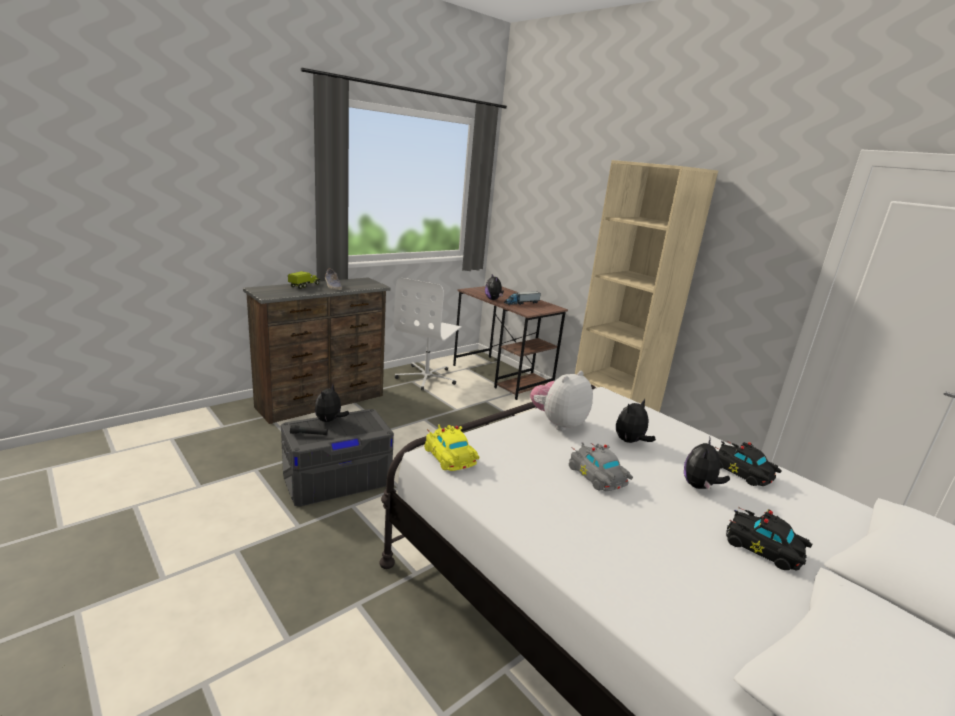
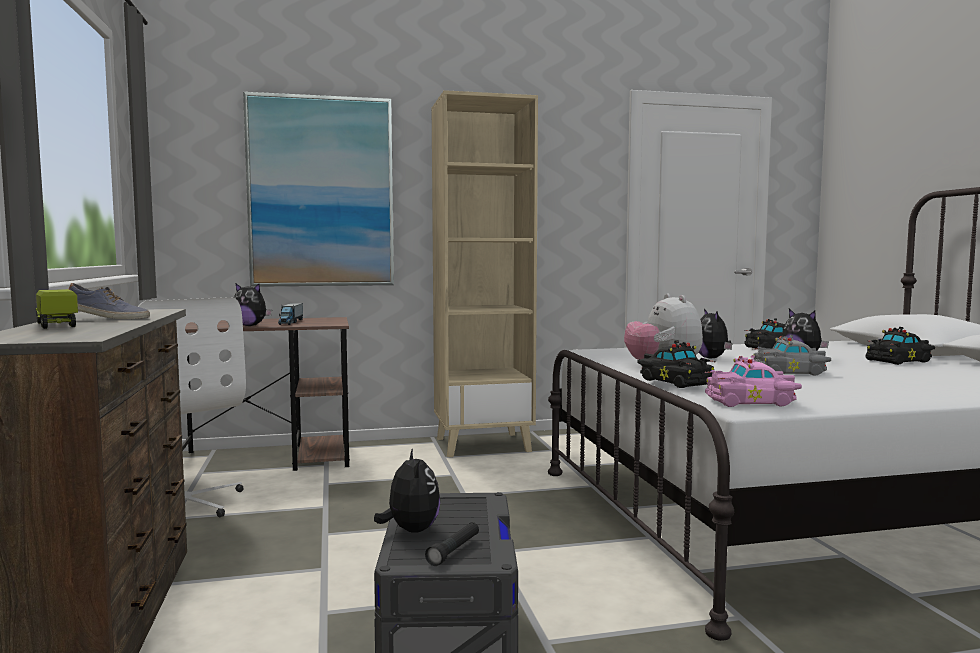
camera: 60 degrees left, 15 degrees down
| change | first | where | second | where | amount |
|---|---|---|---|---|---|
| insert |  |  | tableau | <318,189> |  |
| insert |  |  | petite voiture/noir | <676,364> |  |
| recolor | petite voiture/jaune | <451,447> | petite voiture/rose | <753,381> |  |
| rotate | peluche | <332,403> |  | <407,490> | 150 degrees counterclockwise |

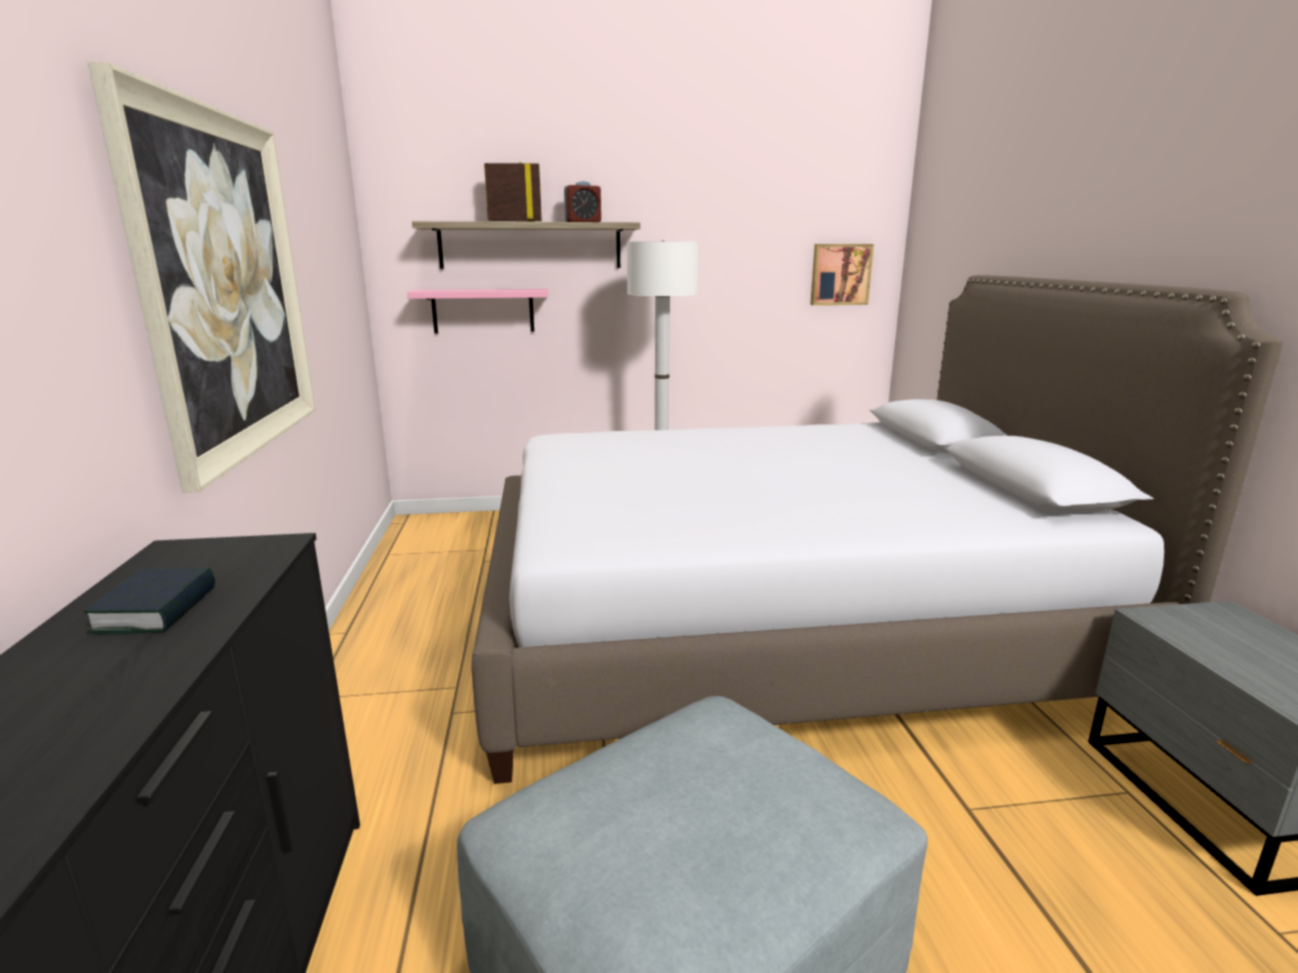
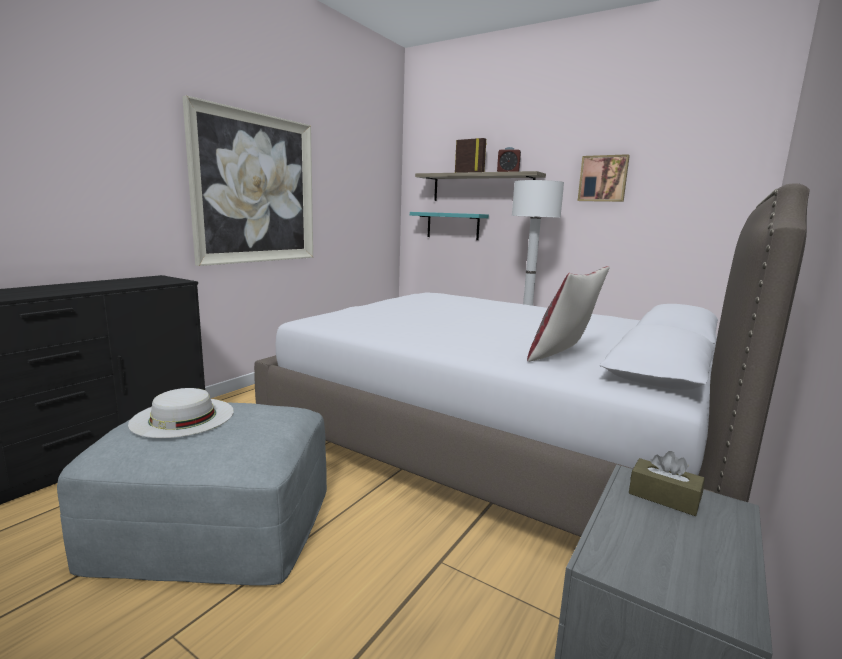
camera: 40 degrees right, 5 degrees down
| change | first | where | second | where | amount |
|---|---|---|---|---|---|
| delete | livre | <149,601> |  |  |  |
| insert |  |  | chapeau/blanc | <181,413> |  |
| insert |  |  | coussin | <568,314> |  |
| insert |  |  | boîte à mouchoirs/marron | <667,483> |  |
| move | tableau | <842,274> |  | <604,178> |  |
| recolor | étagère/rose | <477,311> | étagère/turquoise | <449,226> |  |

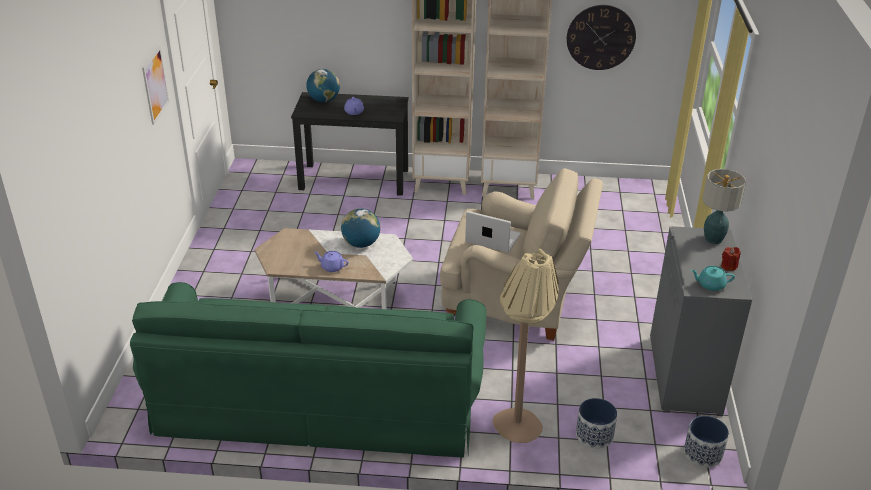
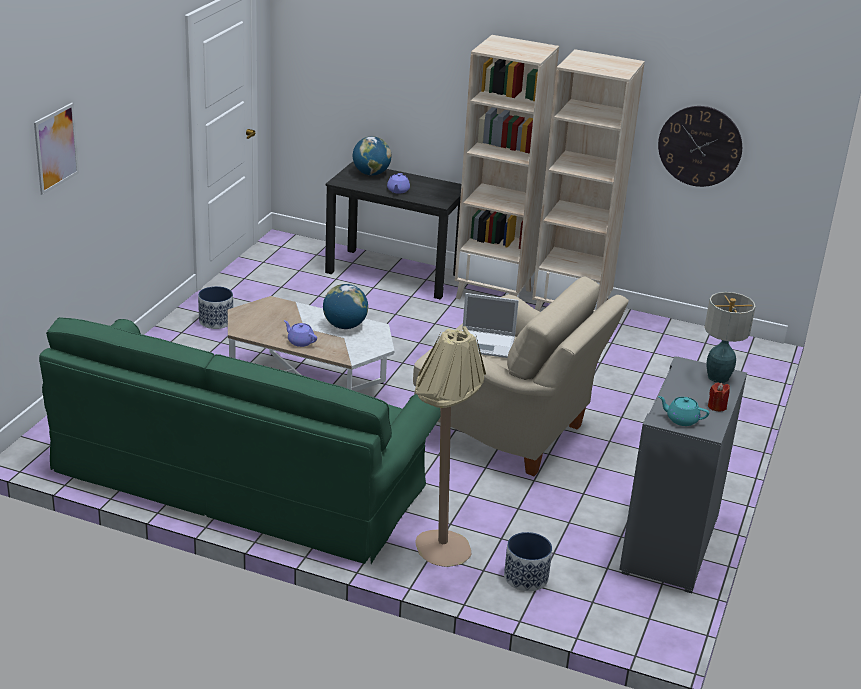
camera: 15 degrees right, 5 degrees down
| change | first | where | second | where | amount |
|---|---|---|---|---|---|
| move | tableau | <156,85> |  | <56,149> |  |
| move | cache-pot | <706,441> |  | <215,307> |  |
| rotate | ordinateur portable | <493,232> |  | <490,325> | 150 degrees clockwise |

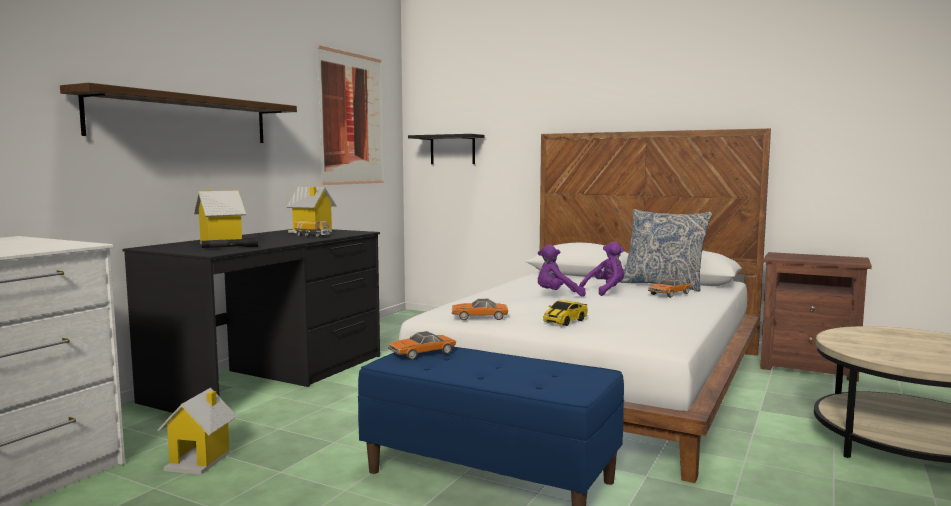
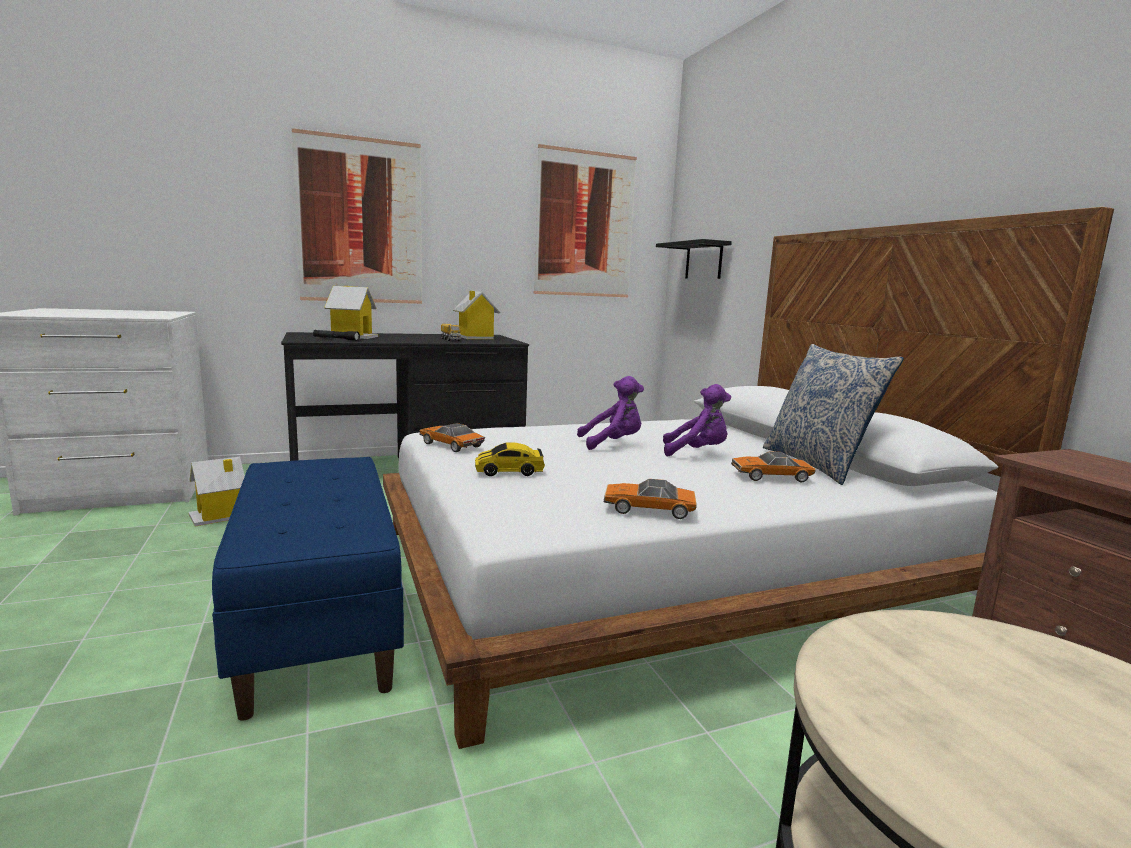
camera: 40 degrees right, 5 degrees up
| change | first | where | second | where | amount |
|---|---|---|---|---|---|
| move | petite voiture | <422,345> |  | <650,499> |  |
| replace | étagère | <178,113> | tableau | <357,216> |  |
| rotate | peluche/violet | <562,270> |  | <610,413> | 135 degrees clockwise |

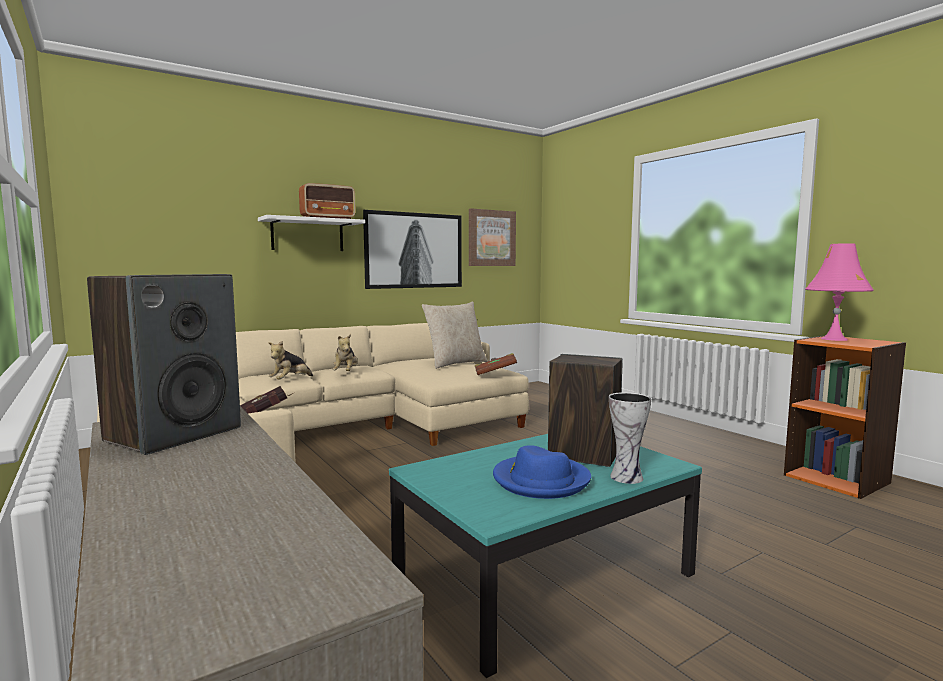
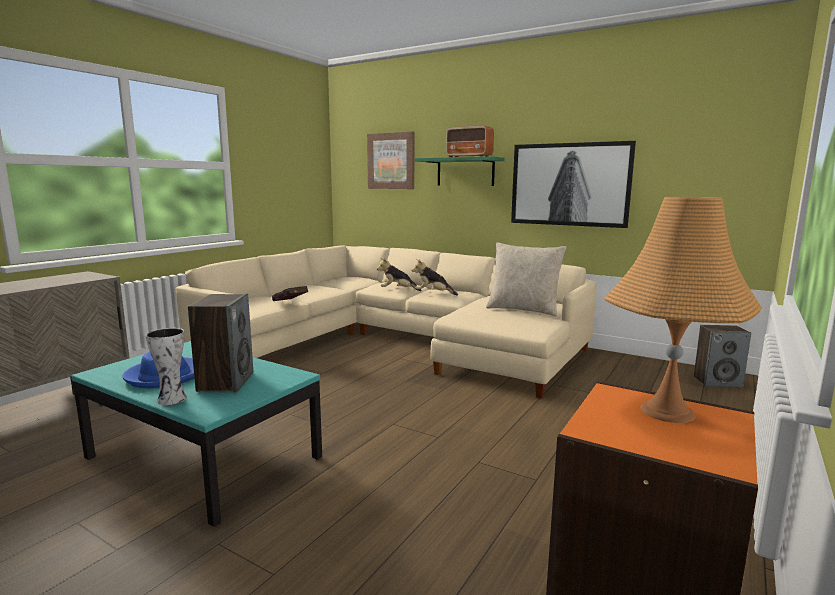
camera: 65 degrees right, 5 degrees up
| change | first | where | second | where | amount |
|---|---|---|---|---|---|
| delete | livre/marron | <496,364> |  |  |  |
| move | enceinte | <164,364> |  | <722,356> |  |
| move | tableau | <492,237> |  | <391,160> |  |
| recolor | étagère/blanc | <311,233> | étagère/vert | <460,171> |  |
| recolor | lampe de table/rose | <839,292> | lampe de table/orange | <683,310> |  |
| rotate | peluche | <345,352> |  | <435,277> | 45 degrees clockwise |

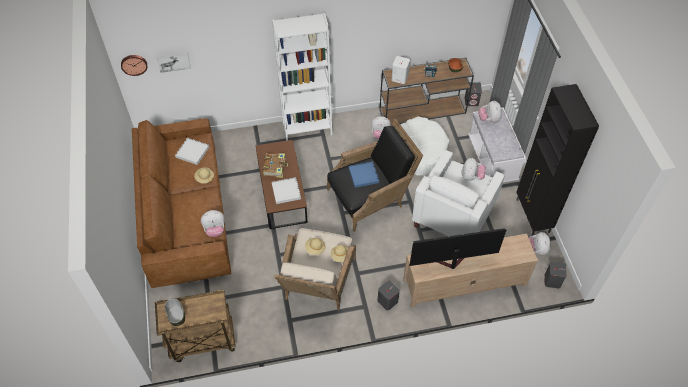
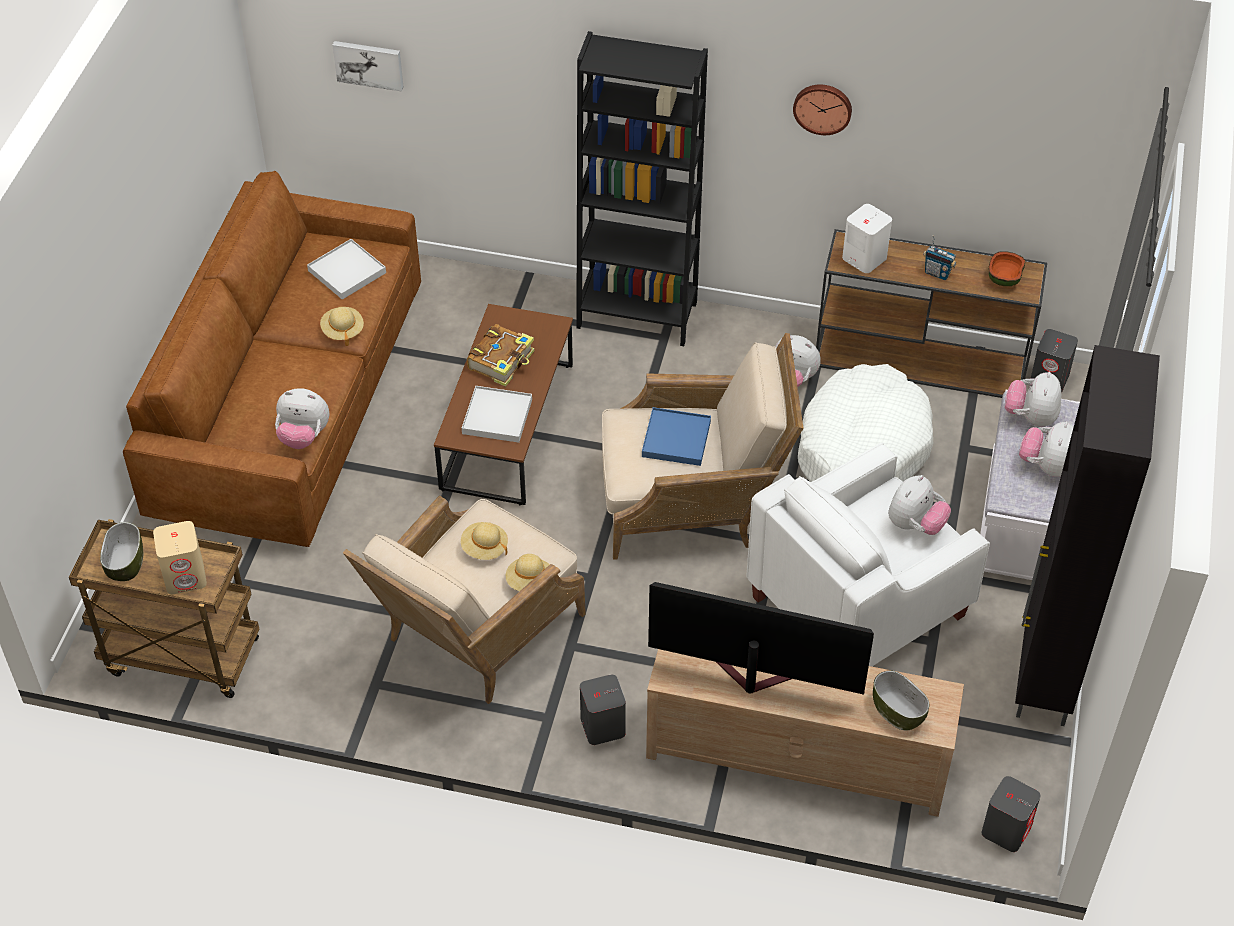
camera: 25 degrees right, 5 degrees down
| change | first | where | second | where | amount |
|---|---|---|---|---|---|
| insert |  |  | enceinte/beige | <180,557> |  |
| insert |  |  | bol | <901,700> |  |
| move | horloge murale | <134,65> |  | <822,109> |  |
| move | peluche | <539,243> |  | <1046,449> |  |
| recolor | bibliothèque/blanc | <302,76> | bibliothèque/noir | <642,188> |  |
| recolor | fauteuil/noir | <375,175> | fauteuil/beige | <702,446> |  |

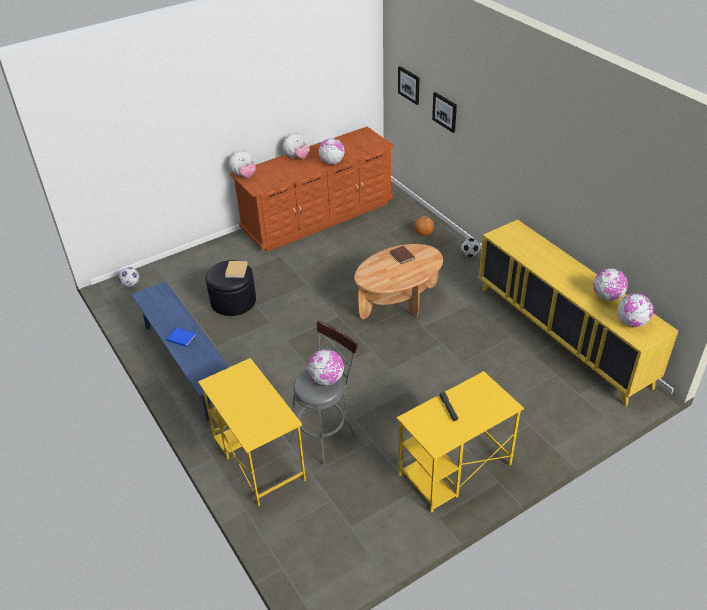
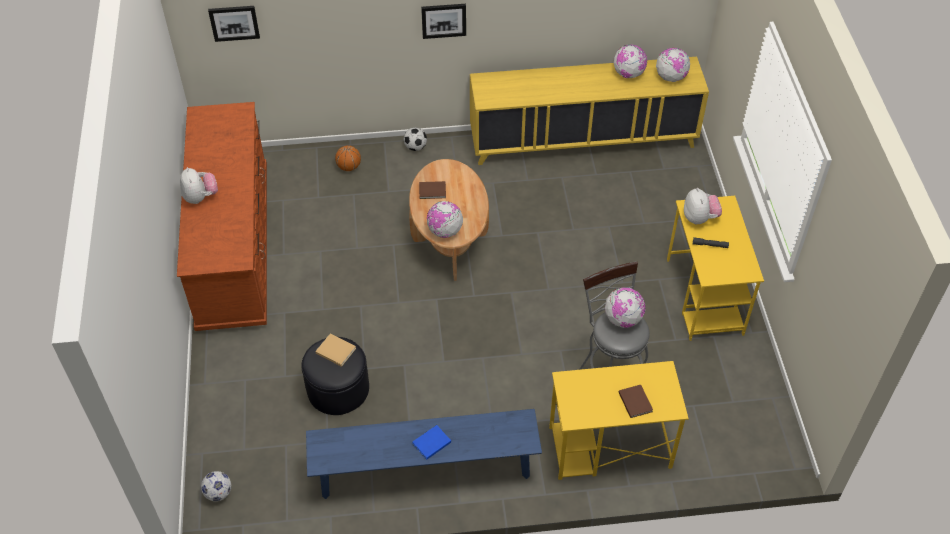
camera: 65 degrees left, 10 degrees up
| change | first | where | second | where | amount |
|---|---|---|---|---|---|
| insert |  |  | livre/marron | <636,401> |  |
| move | peluche | <242,163> |  | <703,206> |  |
| move | globe | <332,151> |  | <445,219> |  |
| move | tableau | <444,112> |  | <443,21> |  |

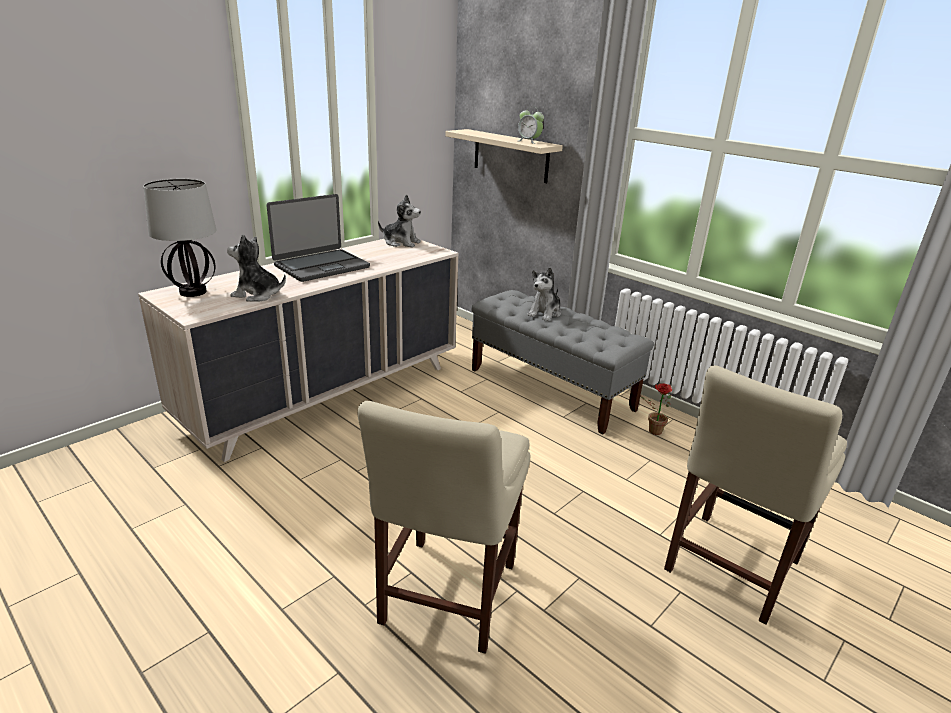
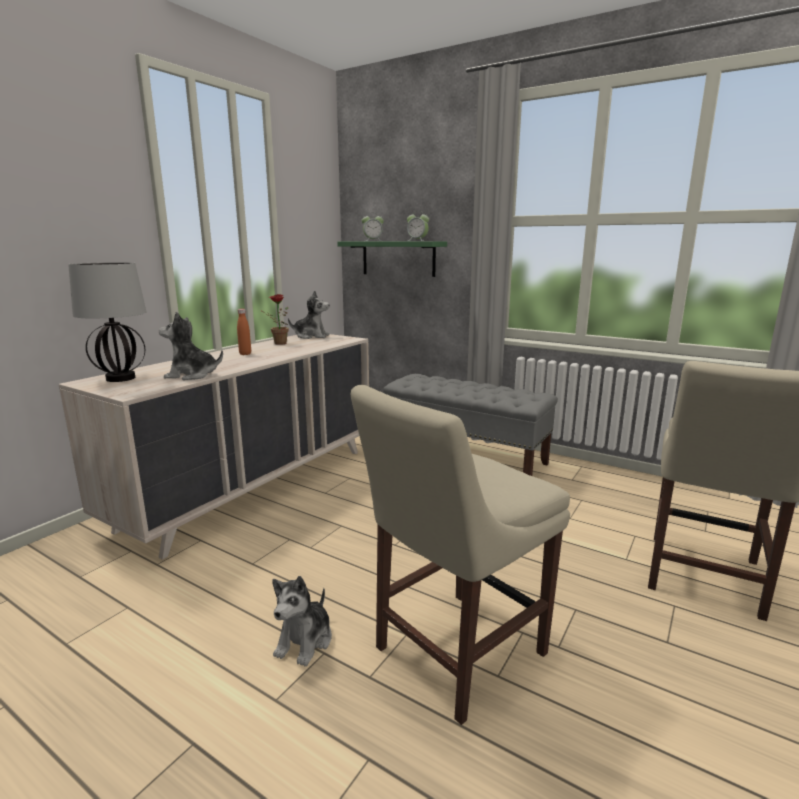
camera: 10 degrees left, 10 degrees down
| change | first | where | second | where | amount |
|---|---|---|---|---|---|
| insert |  |  | réveil | <373,226> |  |
| move | peluche | <544,294> |  | <302,621> |  |
| move | plante en pot | <655,409> |  | <274,319> |  |
| replace | ordinateur portable | <318,238> | bouteille/orange | <244,332> |  |
| recolor | étagère/beige | <504,156> | étagère/vert | <392,259> |  |
| rotate | chaise/beige | <443,527> |  | <460,555> | 45 degrees clockwise |

